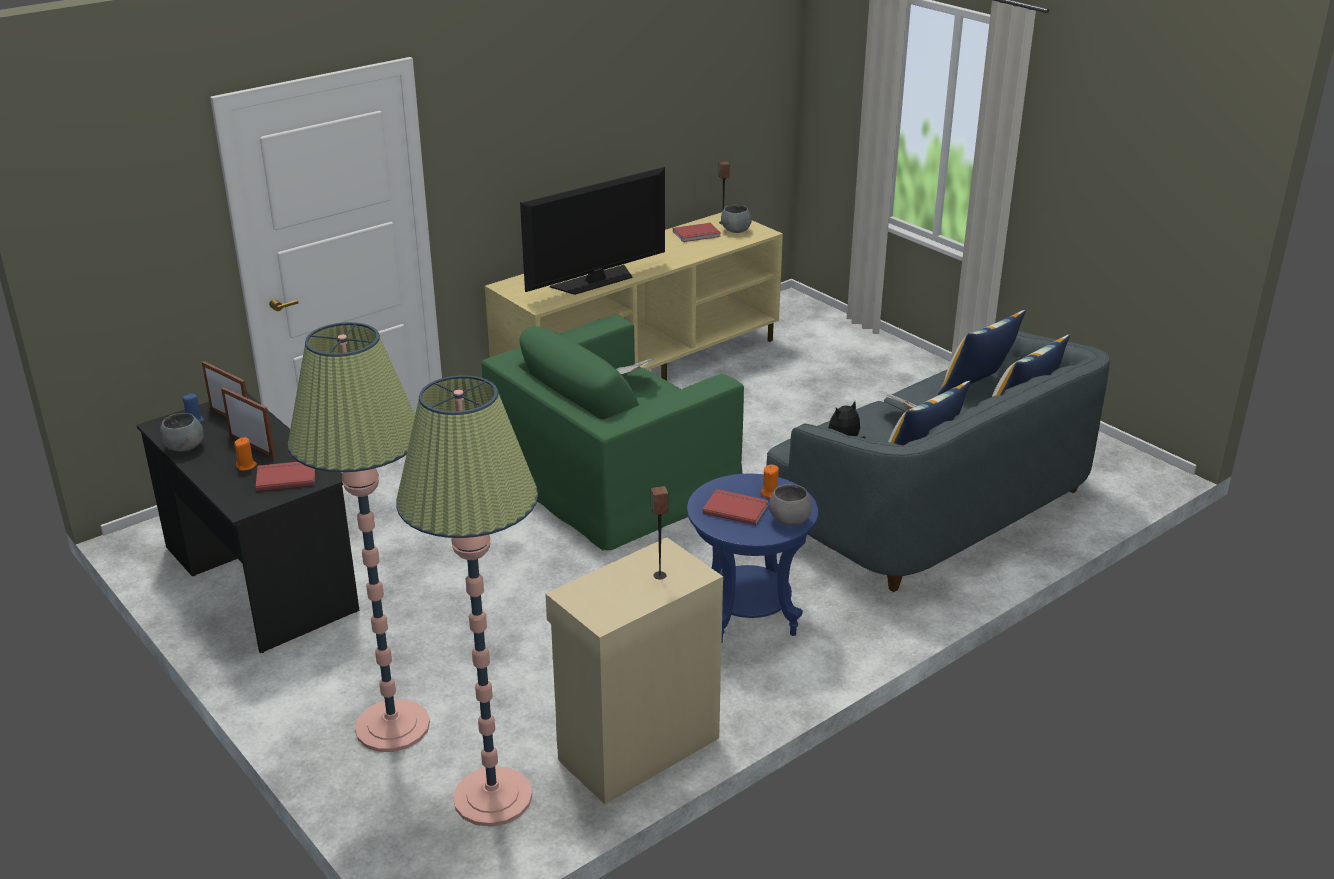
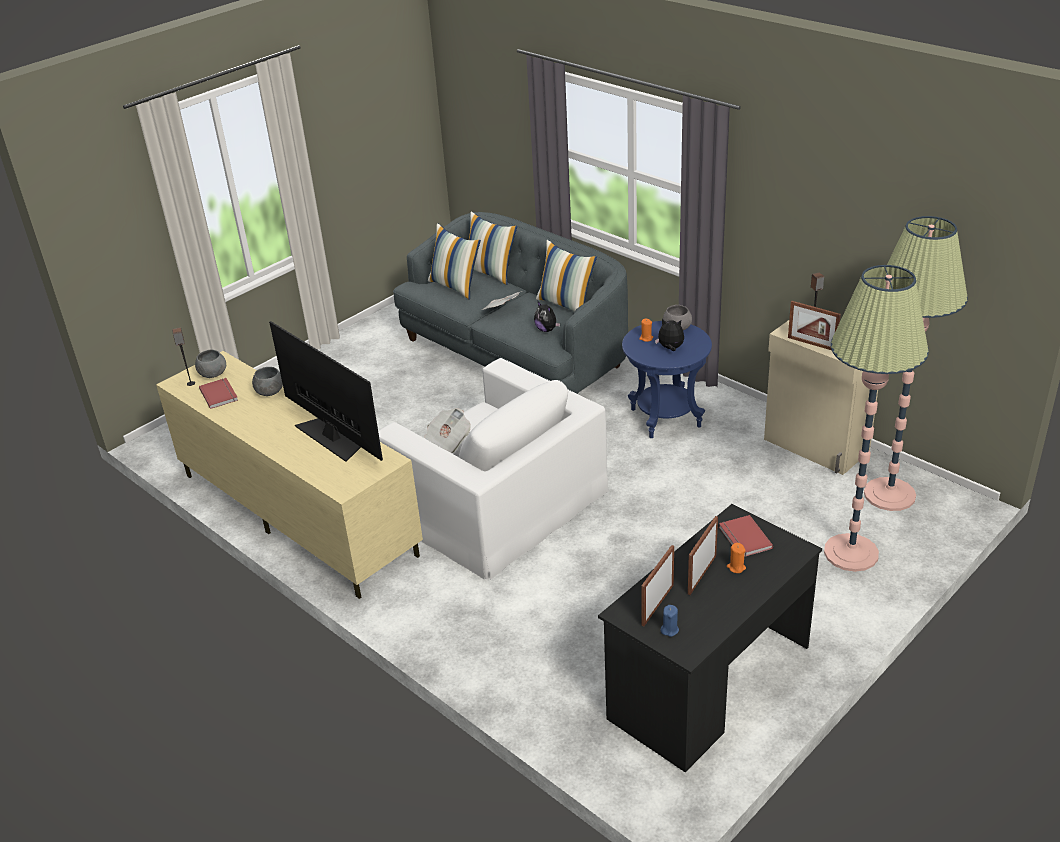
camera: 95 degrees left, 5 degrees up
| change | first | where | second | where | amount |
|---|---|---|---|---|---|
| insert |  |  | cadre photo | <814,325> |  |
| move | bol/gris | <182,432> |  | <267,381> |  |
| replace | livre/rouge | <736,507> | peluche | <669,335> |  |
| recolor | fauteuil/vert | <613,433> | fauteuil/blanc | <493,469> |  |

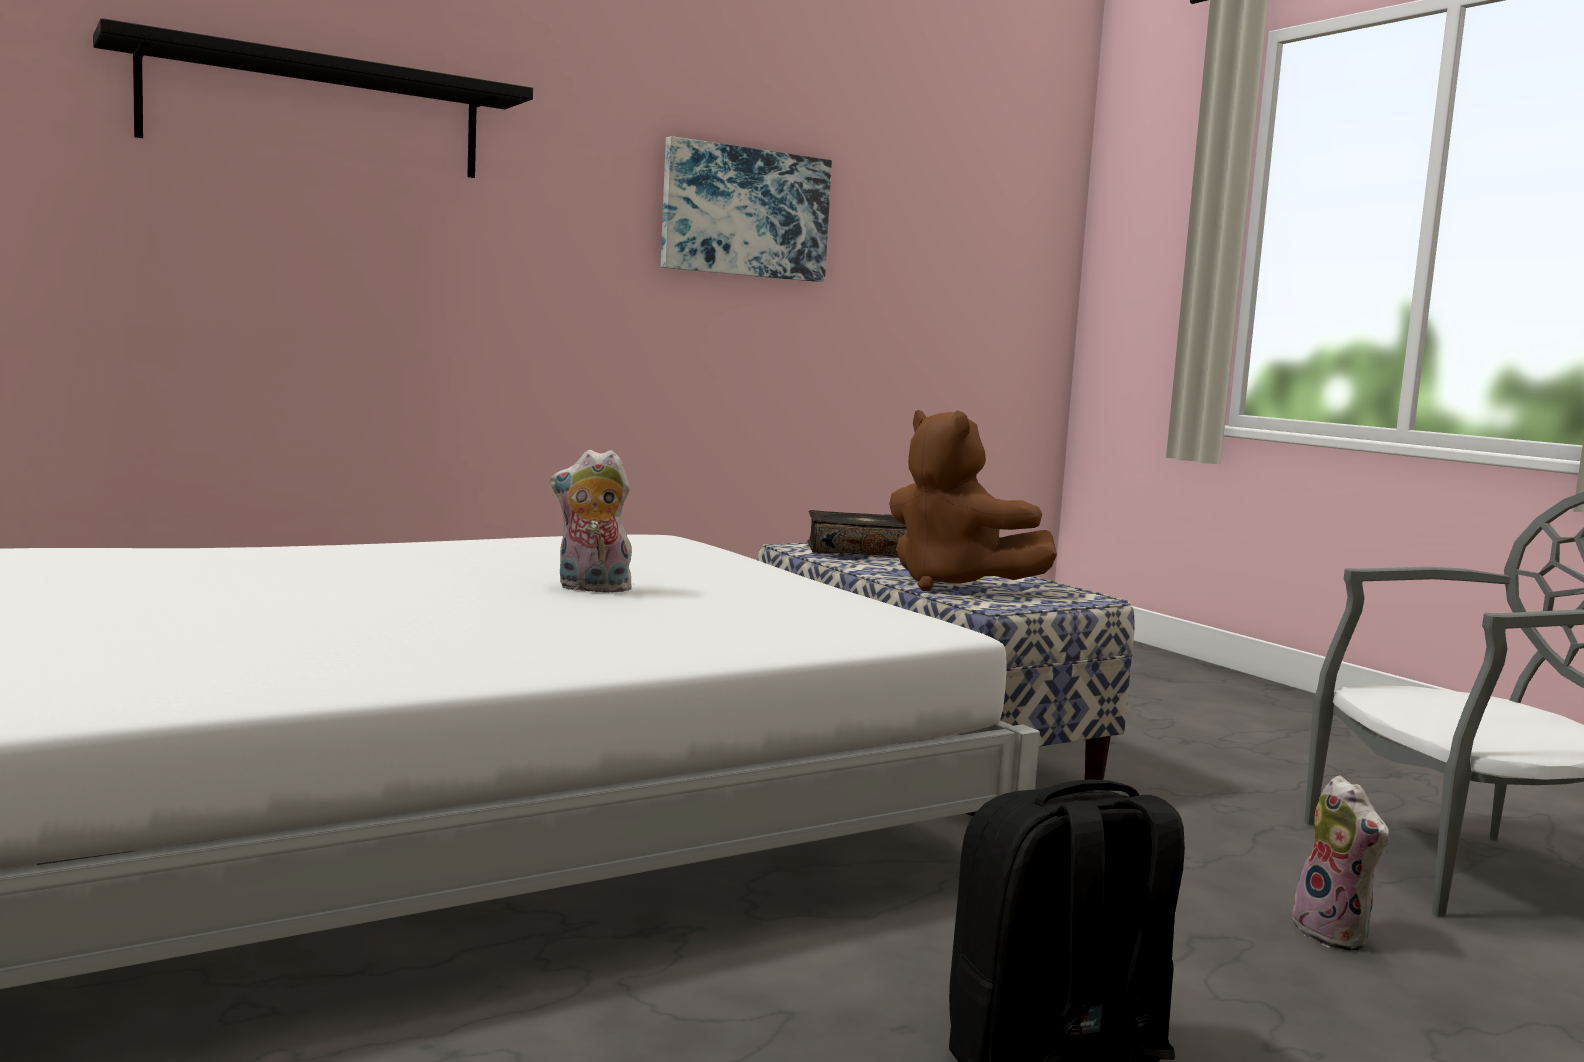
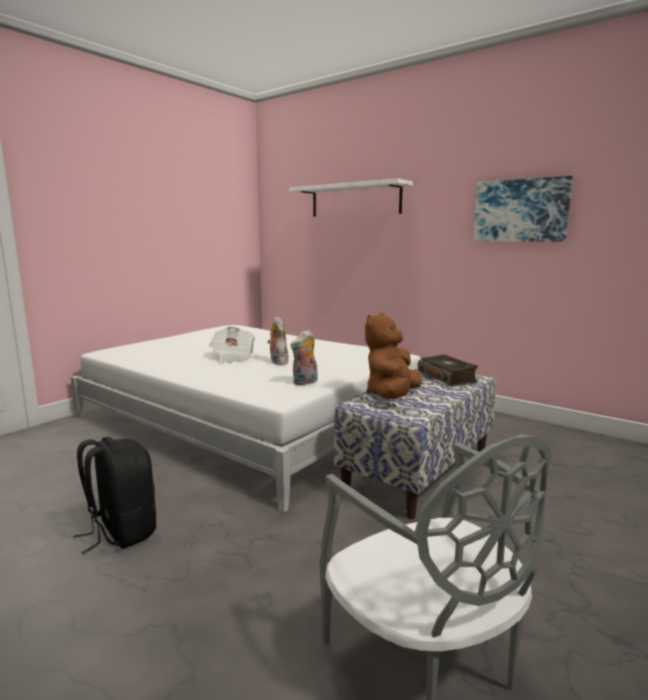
camera: 70 degrees right, 5 degrees up
| change | first | where | second | where | amount |
|---|---|---|---|---|---|
| insert |  |  | journal | <232,344> |  |
| move | peluche | <1336,863> |  | <304,357> |  |
| recolor | étagère/noir | <313,98> | étagère/blanc | <351,198> |  |

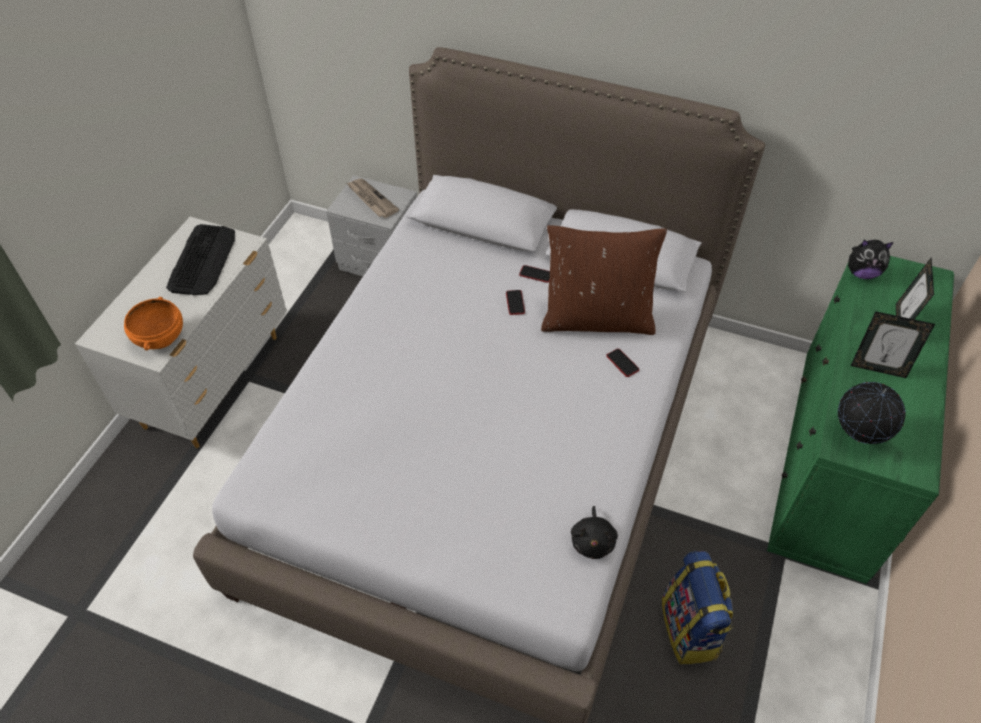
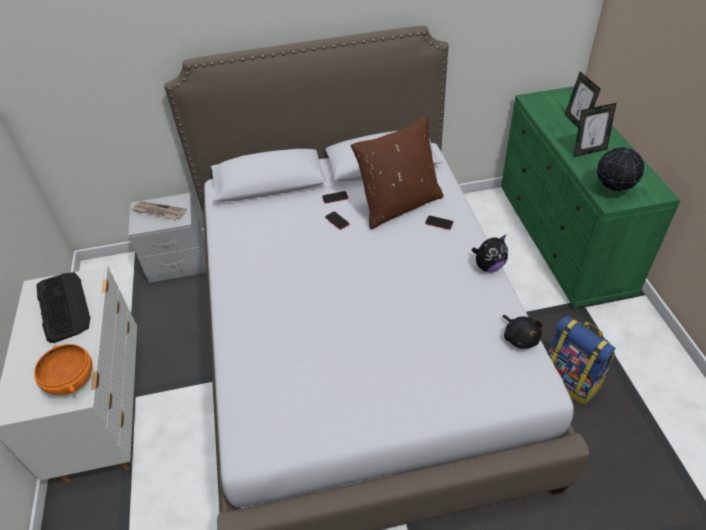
camera: 30 degrees left, 5 degrees down
| change | first | where | second | where | amount |
|---|---|---|---|---|---|
| move | peluche | <871,259> |  | <489,253> |  |

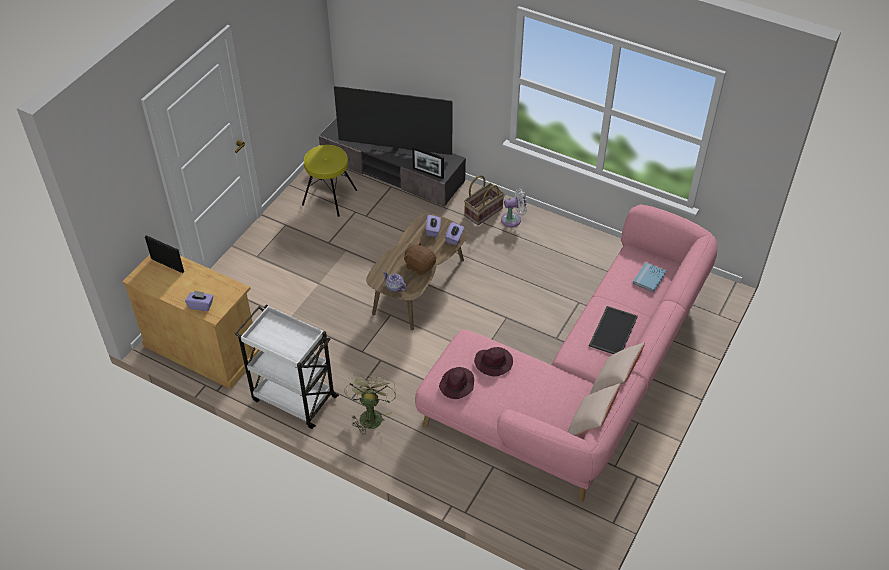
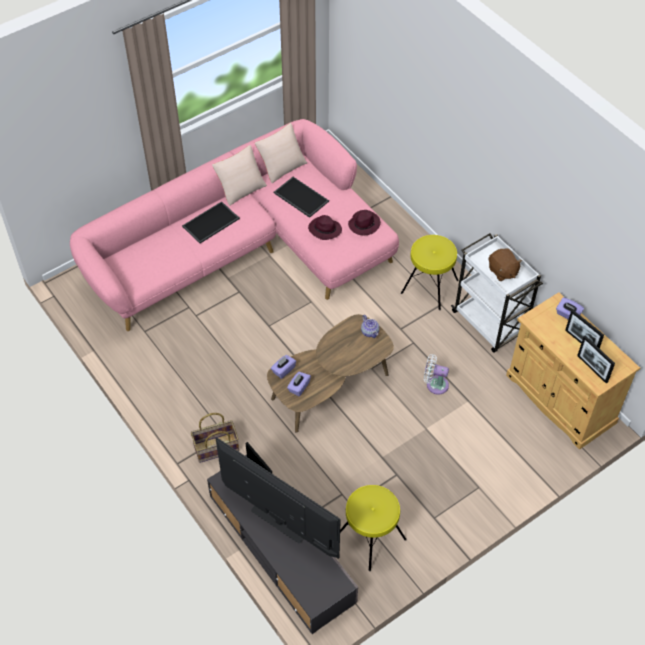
camera: 155 degrees left, 5 degrees up
| change | first | where | second | where | amount |
|---|---|---|---|---|---|
| delete | livre/bleu | <649,277> |  |  |  |
| insert |  |  | plateau | <301,197> |  |
| insert |  |  | cadre photo | <584,329> |  |
| move | peluche/marron | <420,258> |  | <505,265> |  |
| move | ventilateur/blanc | <514,207> |  | <436,374> |  |
| replace | ventilateur/vert | <370,403> | tabouret/jaune | <430,272> |  |

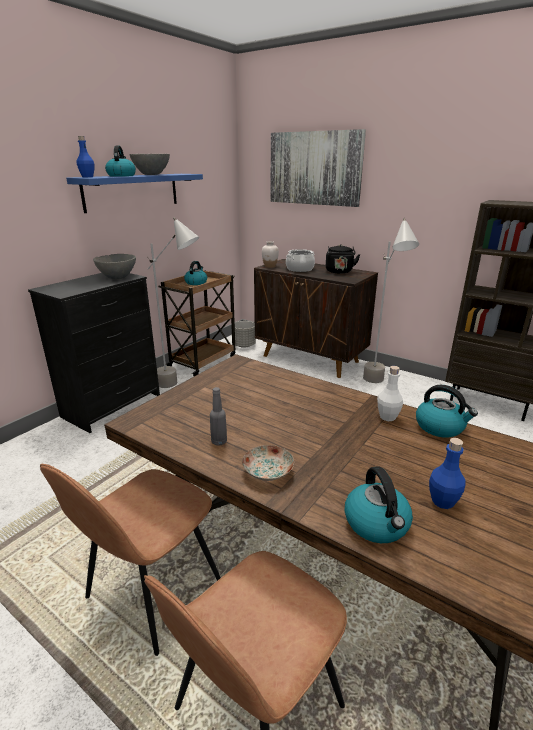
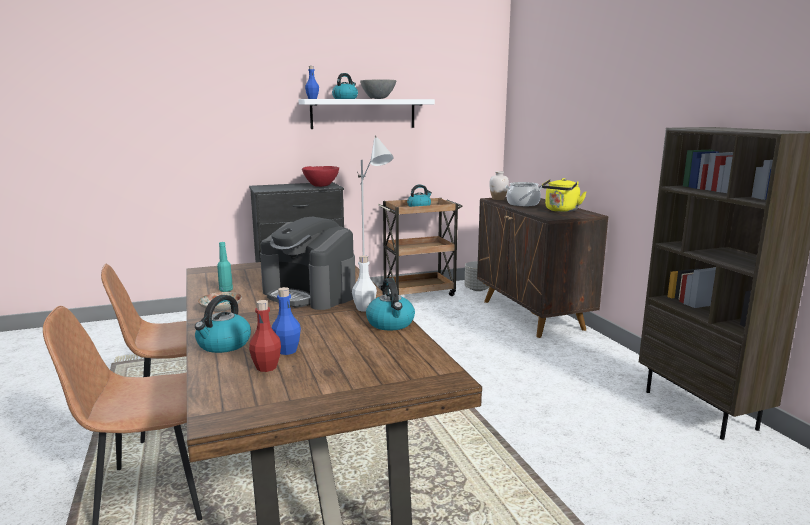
camera: 35 degrees right, 10 degrees down
| change | first | where | second | where | amount |
|---|---|---|---|---|---|
| delete | tableau | <318,168> |  |  |  |
| delete | lampadaire/gris | <391,300> |  |  |  |
| insert |  |  | bouteille/rouge | <265,336> |  |
| insert |  |  | machine à café | <308,263> |  |
| recolor | étagère/bleu | <134,193> | étagère/blanc | <366,114> |  |
| recolor | bol/gris | <114,266> | bol/rouge | <320,176> |  |
| recolor | bouteille/gris | <218,416> | bouteille/turquoise | <225,267> |  |
| recolor | bouilloire/noir | <343,259> | bouilloire/jaune | <564,195> |  |

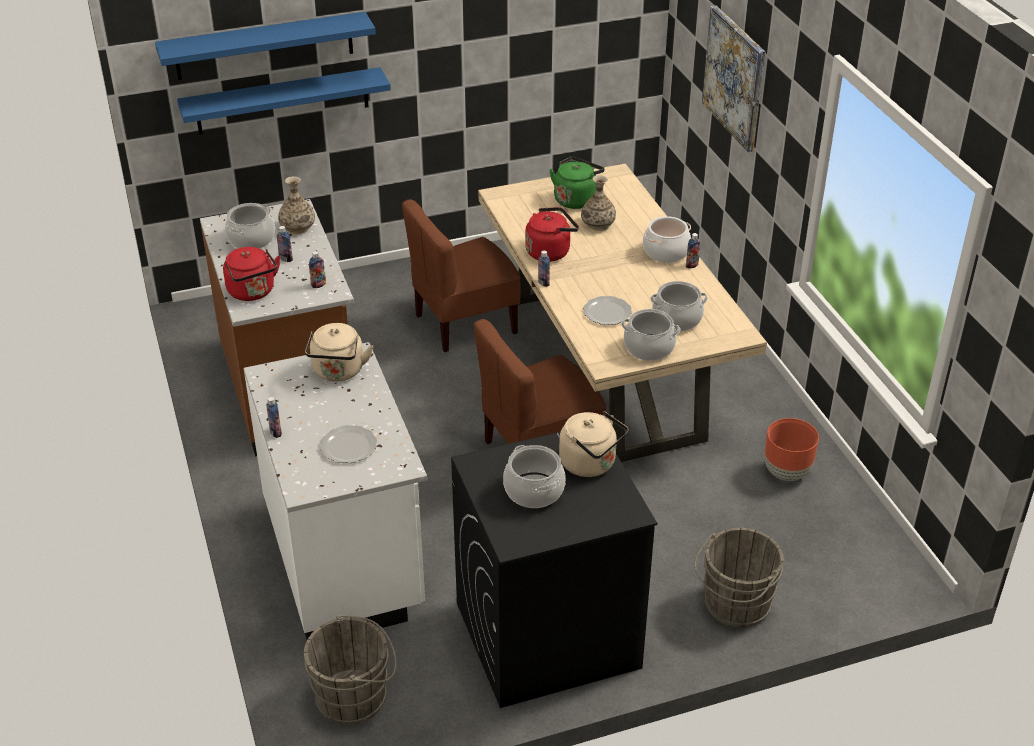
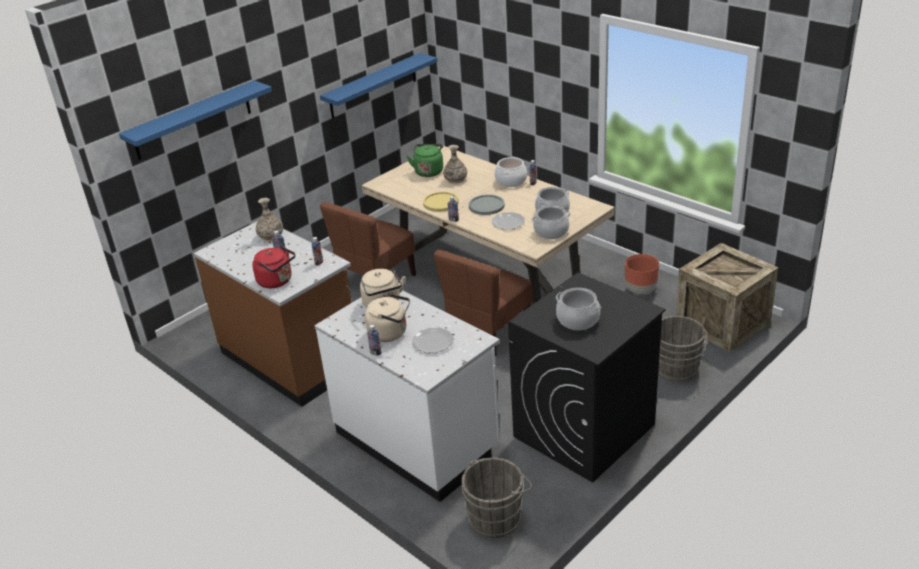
camera: 25 degrees left, 5 degrees down
| change | first | where | second | where | amount |
|---|---|---|---|---|---|
| delete | marmite | <250,226> |  |  |  |
| delete | tableau | <733,78> |  |  |  |
| insert |  |  | assiette/gris | <487,204> |  |
| insert |  |  | caisse | <727,297> |  |
| move | étagère/bleu | <284,100> |  | <379,86> |  |
| move | bouilloire/beige | <594,444> |  | <387,317> |  |
| replace | bouilloire/rouge | <552,234> | assiette/jaune | <441,201> |  |

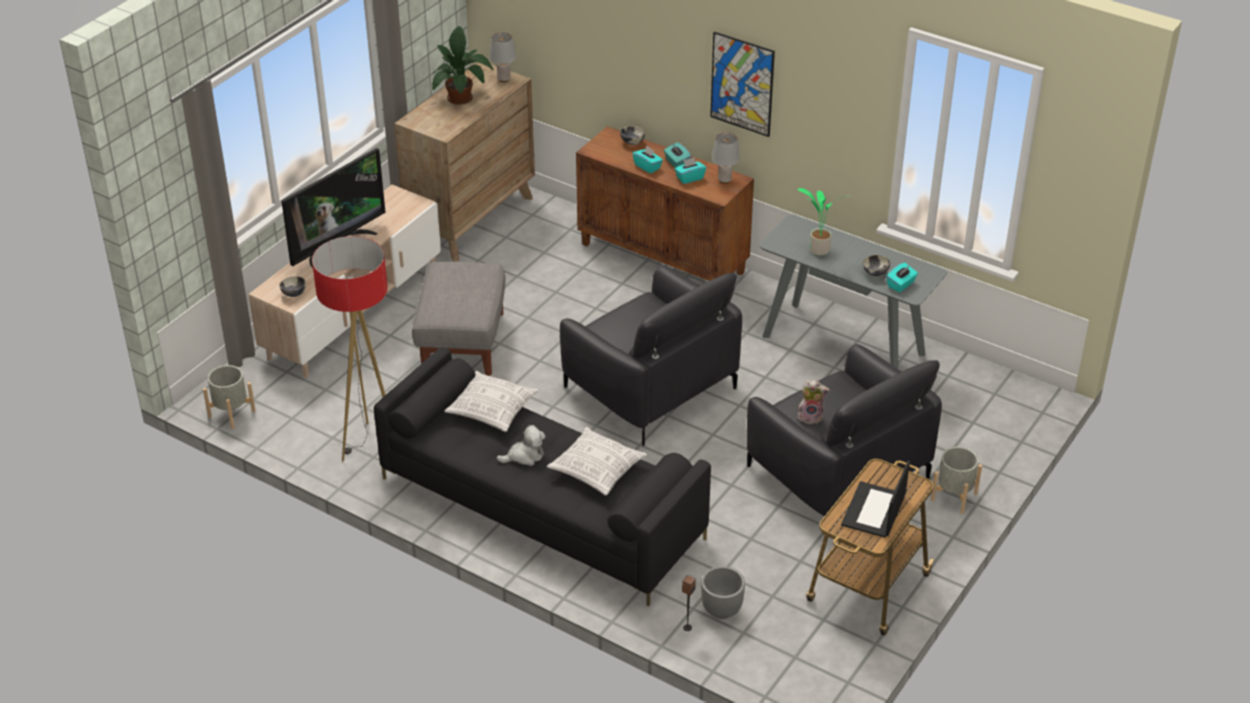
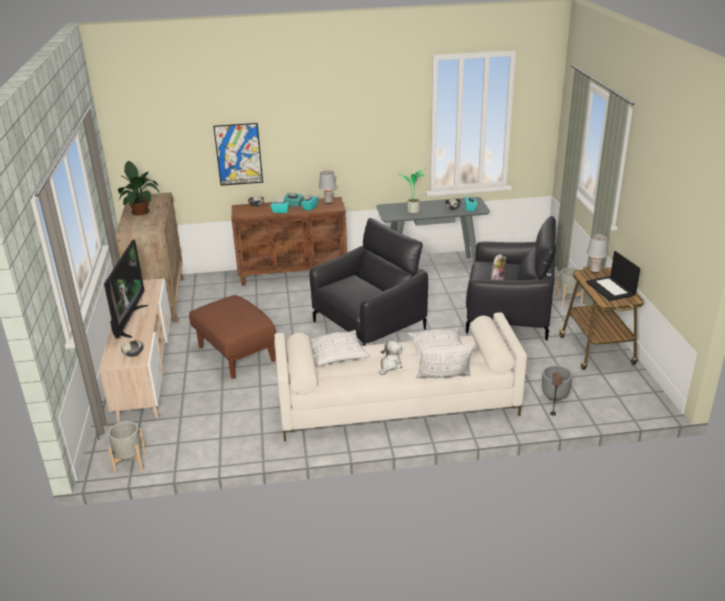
camera: 40 degrees left, 10 degrees down
| change | first | where | second | where | amount |
|---|---|---|---|---|---|
| delete | lampadaire | <350,348> |  |  |  |
| insert |  |  | coussin | <445,360> |  |
| move | lampe de table/gris | <503,57> |  | <597,253> |  |
| move | tableau | <742,84> |  | <238,154> |  |
| recolor | canapé/noir | <542,476> | canapé/beige | <400,376> |  |
| recolor | pouf/gris | <459,319> | pouf/marron | <232,337> |  |
| rotate | fauteuil/noir | <651,356> |  | <369,282> | 45 degrees counterclockwise |

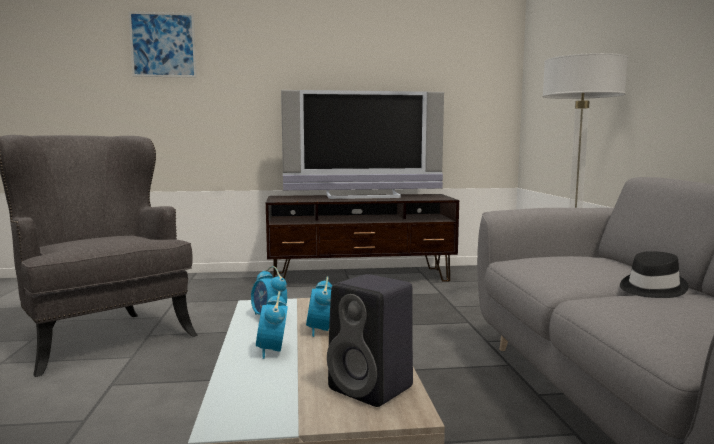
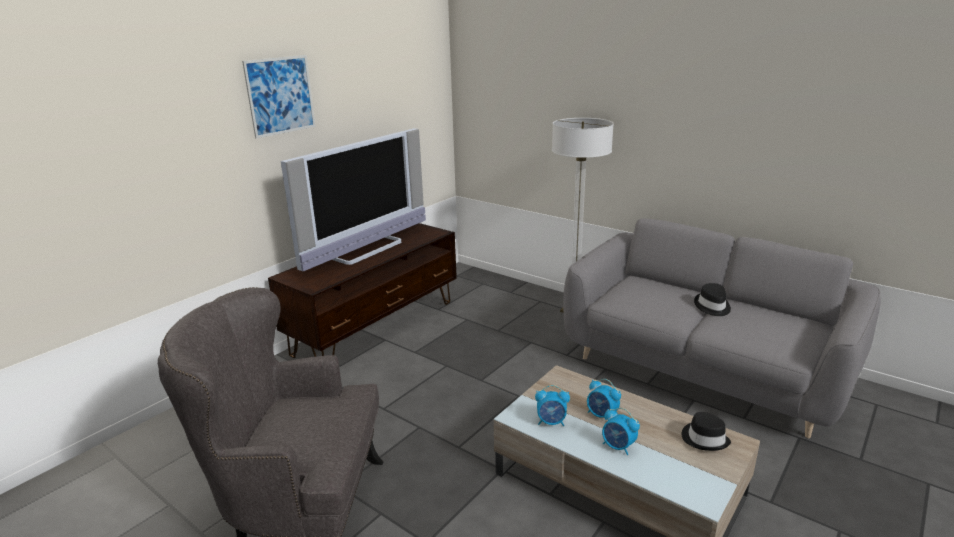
camera: 45 degrees left, 15 degrees up
| change | first | where | second | where | amount |
|---|---|---|---|---|---|
| move | tableau | <162,44> |  | <279,97> |  |
| replace | enceinte/noir | <370,340> | chapeau/noir | <706,431> |  |

